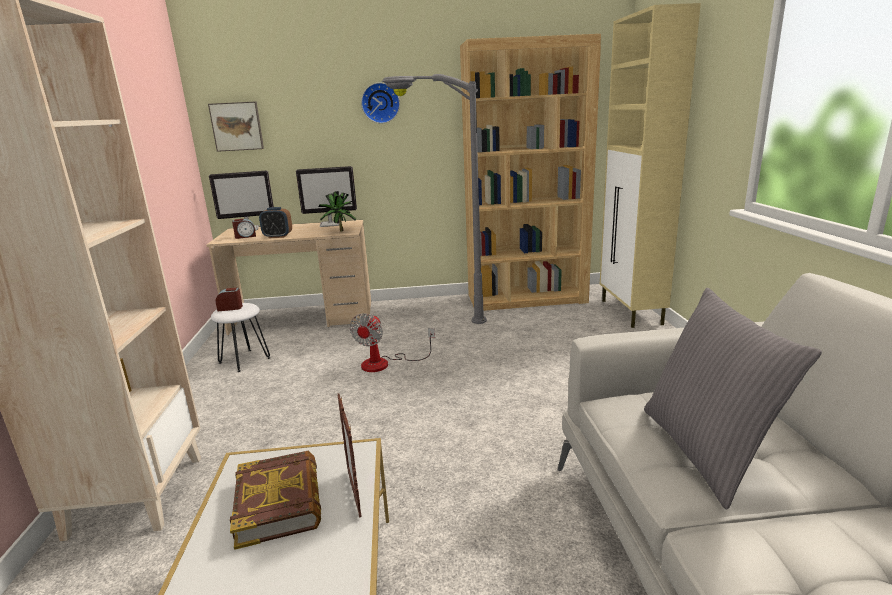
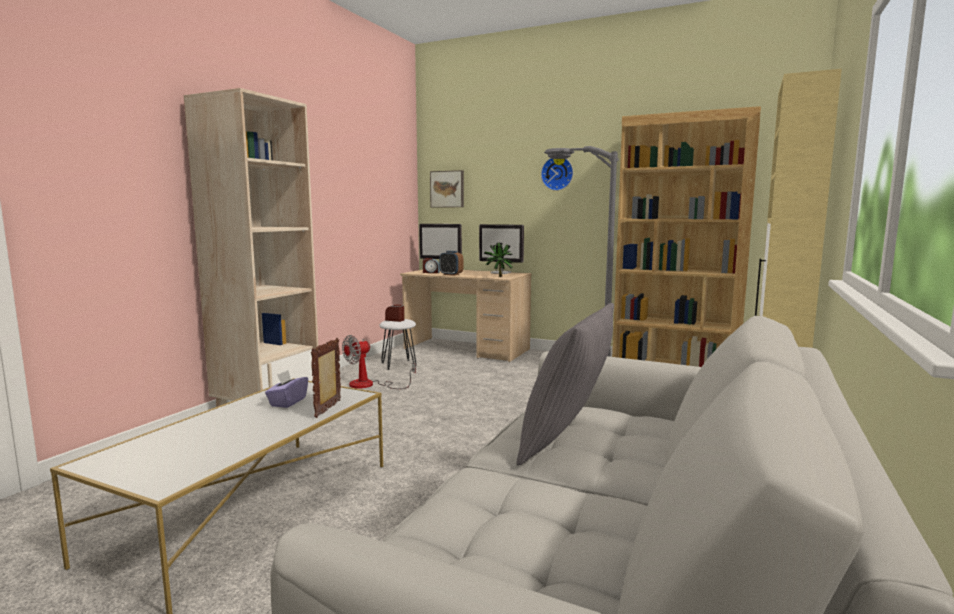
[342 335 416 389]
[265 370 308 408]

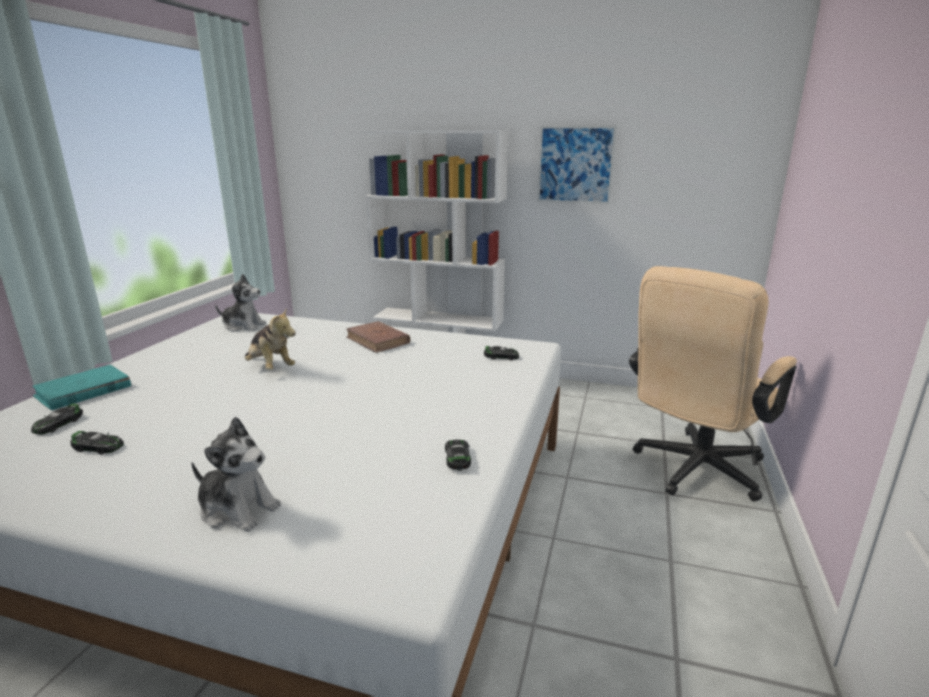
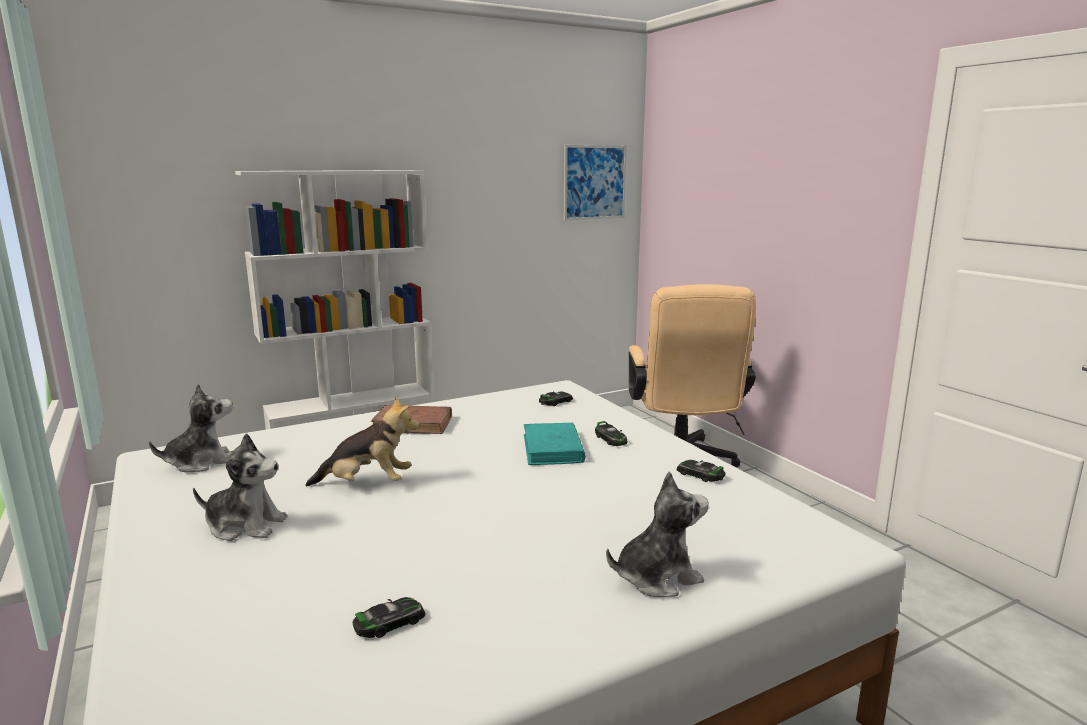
[564 145 627 220]
[524 423 586 465]
[595 421 627 446]
[193 433 287 541]

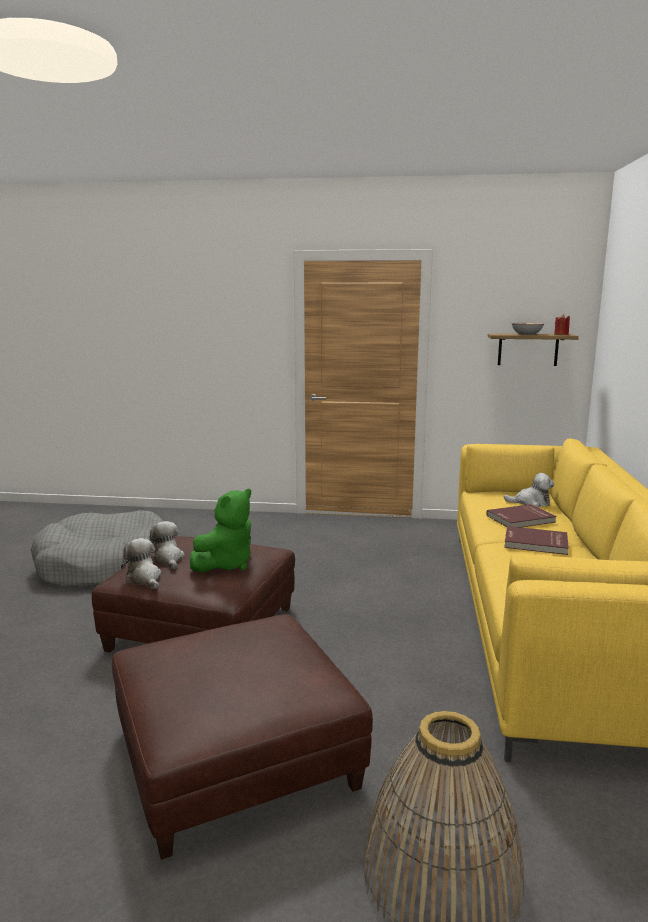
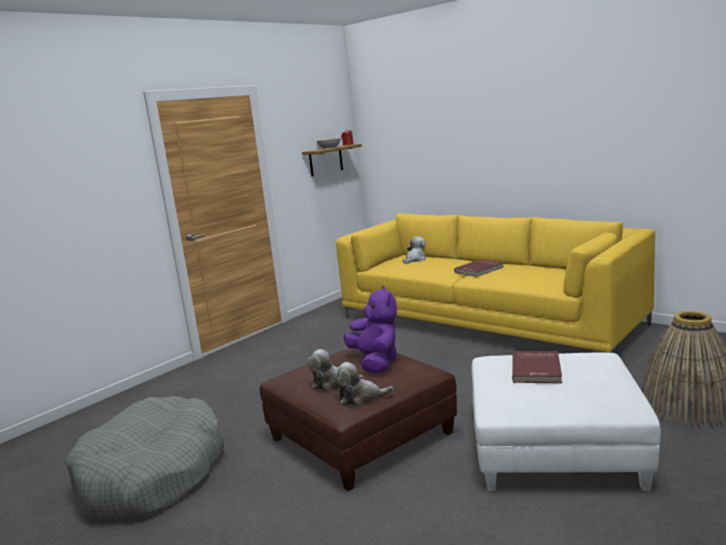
[344 286 397 373]
[512 351 562 383]
[471 352 661 491]

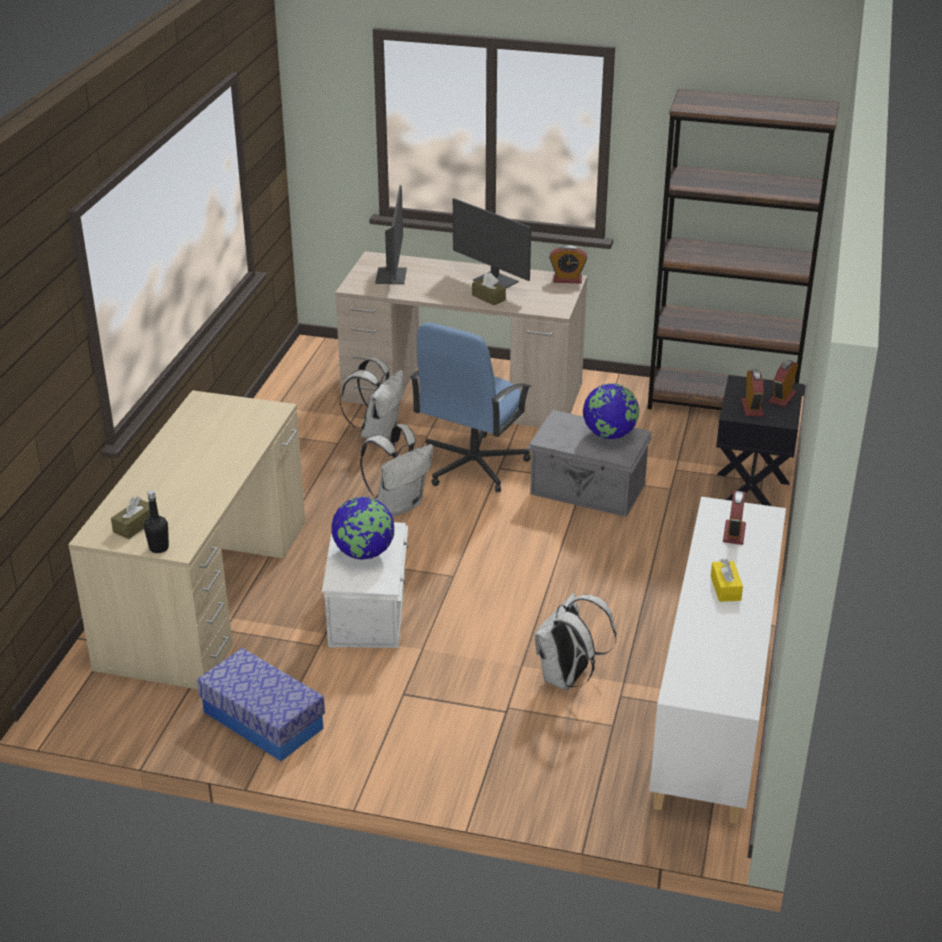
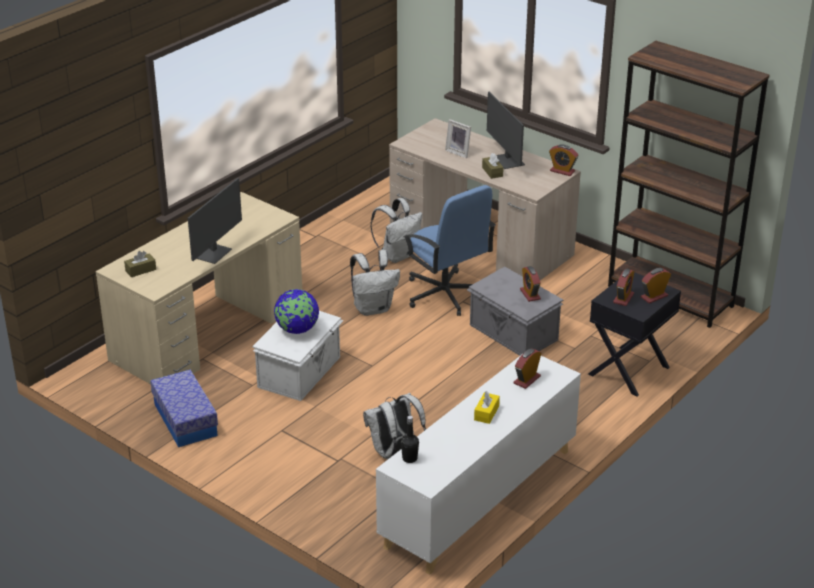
[188 178 242 264]
[403 185 496 316]
[520 266 541 302]
[401 416 419 463]
[445 119 471 158]

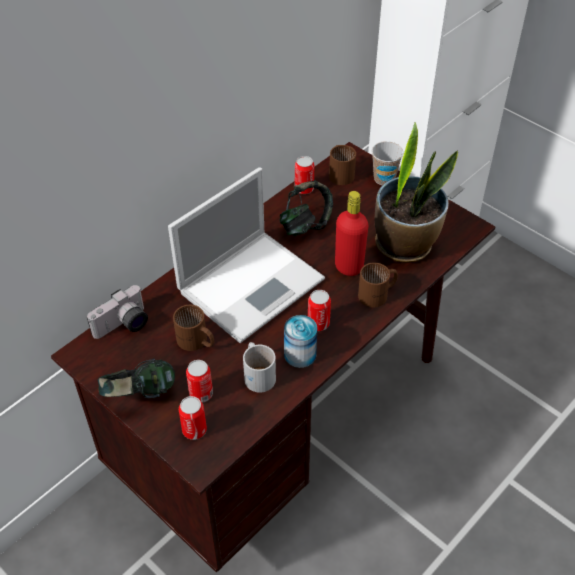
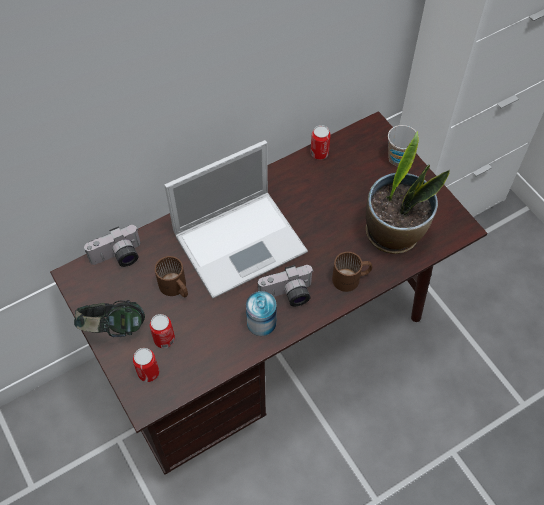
[329 145 356 185] (first image)
[280 180 333 236] (first image)
[335 191 368 276] (first image)
[258 265 314 306]
[243 342 276 393] (first image)

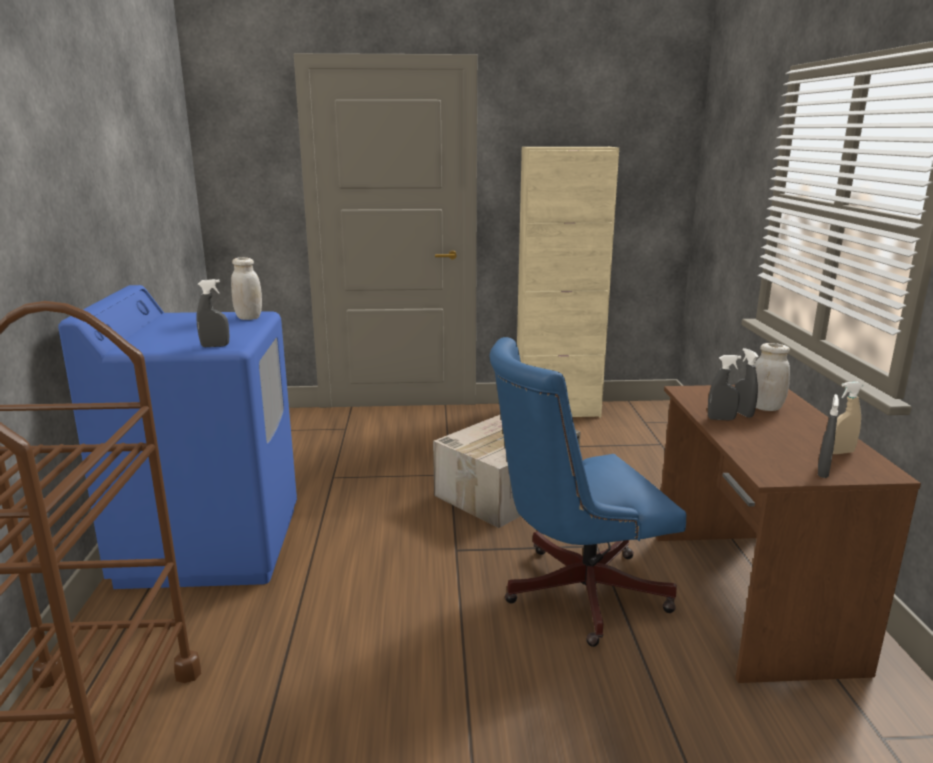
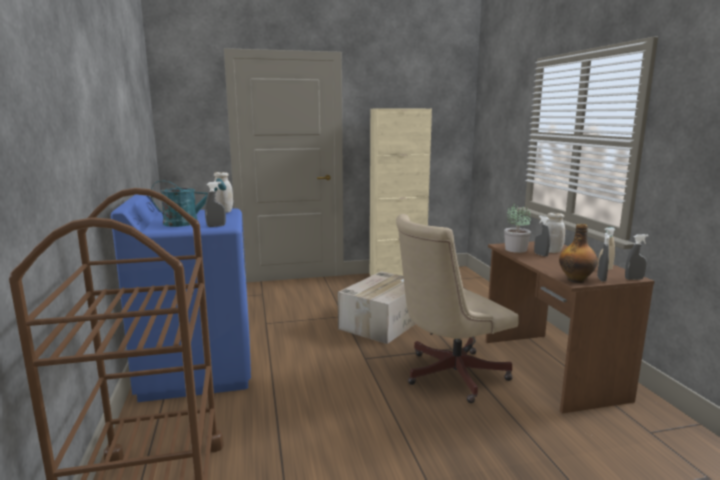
[396 214 519 403]
[625 234 649 280]
[151 178 226 227]
[504 203 531 253]
[559 224 598 283]

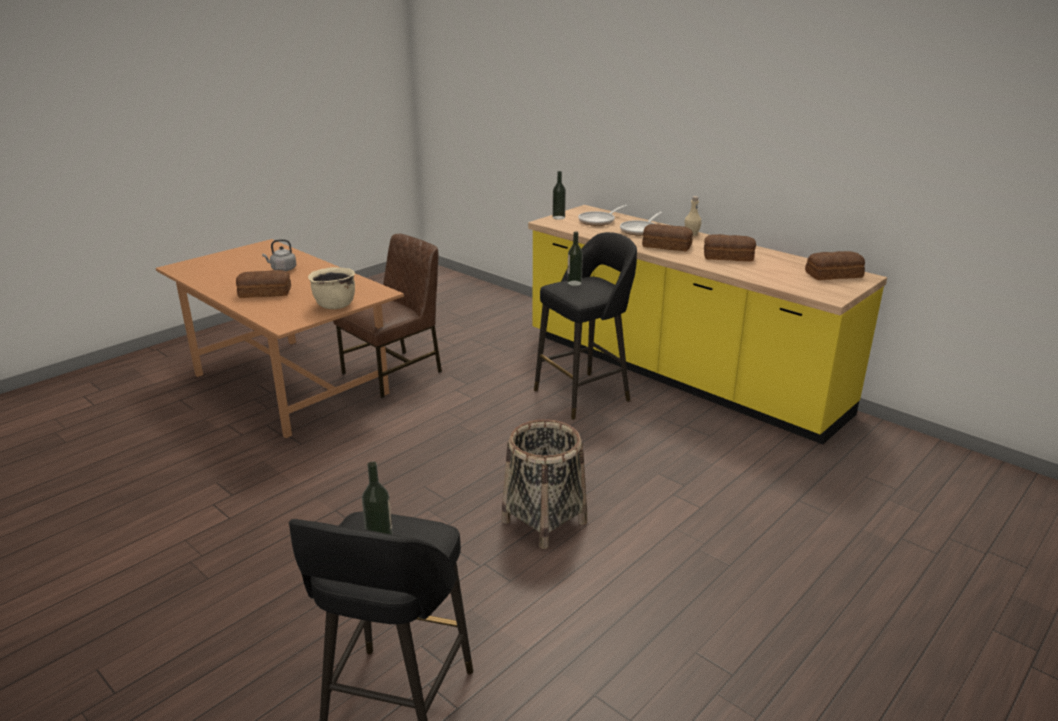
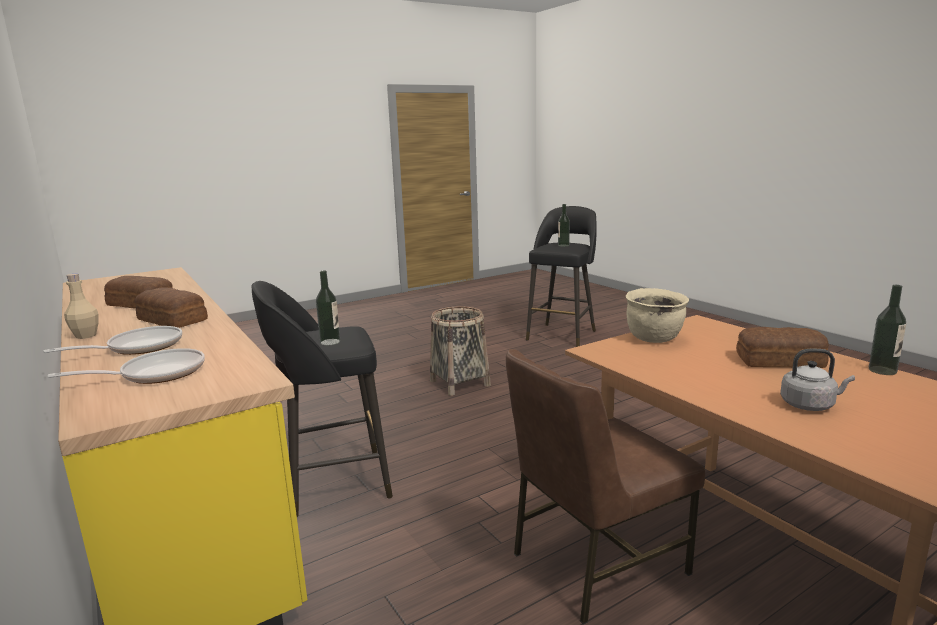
[869 285 906 375]
[805 251 865 280] (first image)

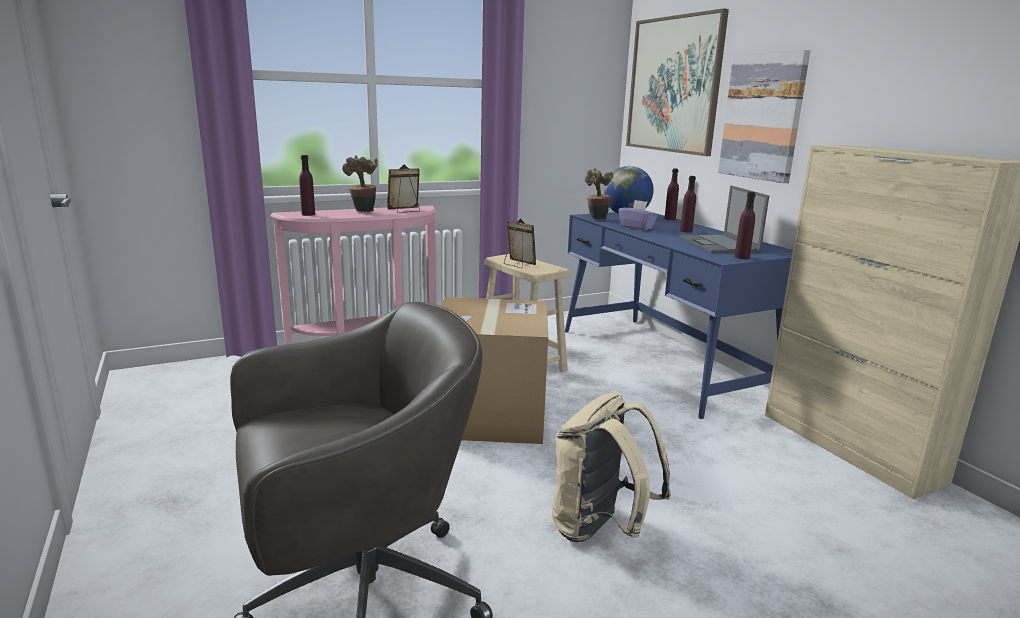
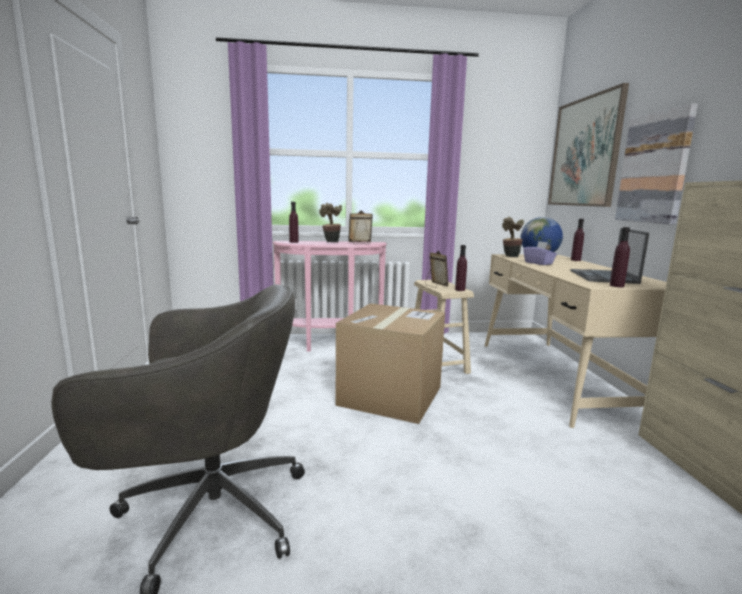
[455 245 467 291]
[485 254 667 428]
[552 393 671 542] (first image)

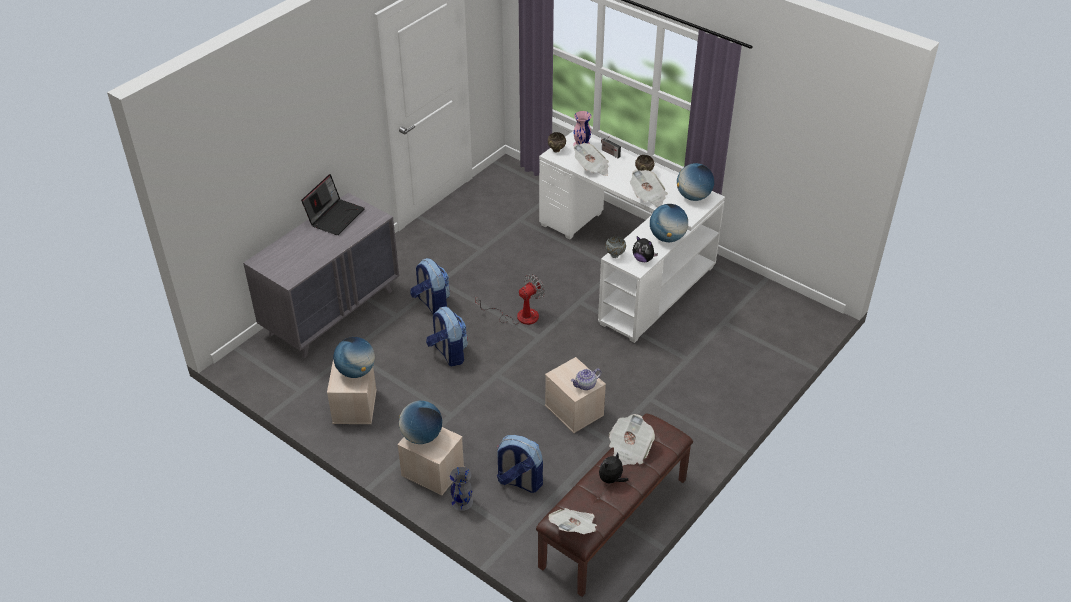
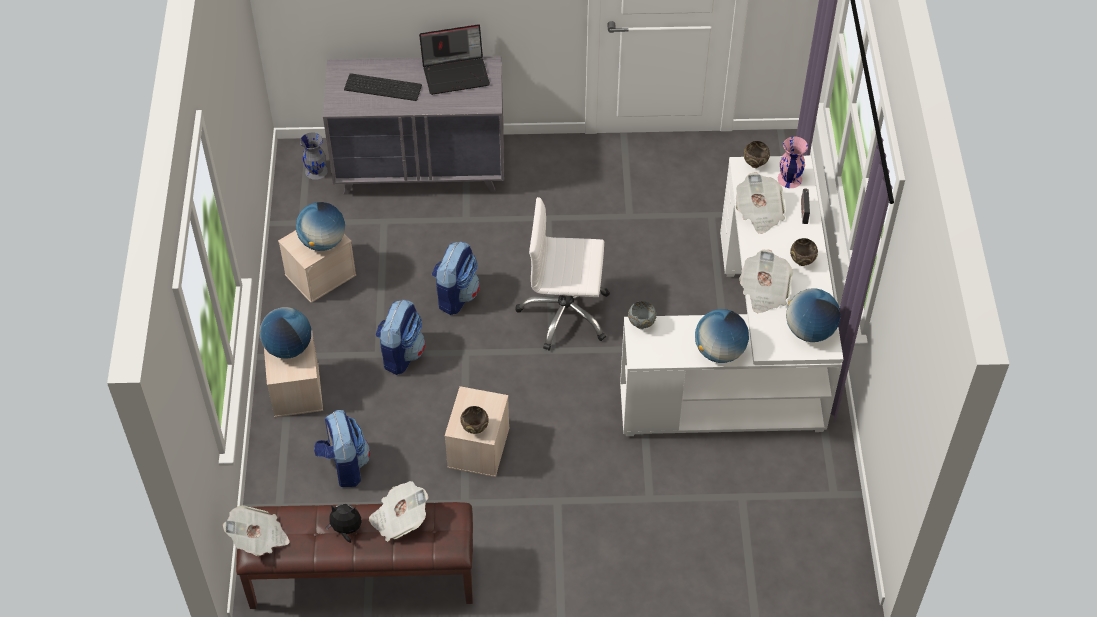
[633 236 658 262] (first image)
[375 299 425 375]
[515 197 610 351]
[460 406 489 434]
[300 132 328 180]
[344 73 422 101]

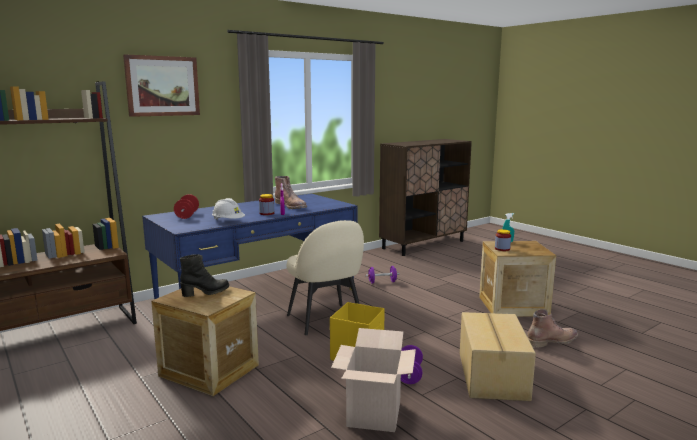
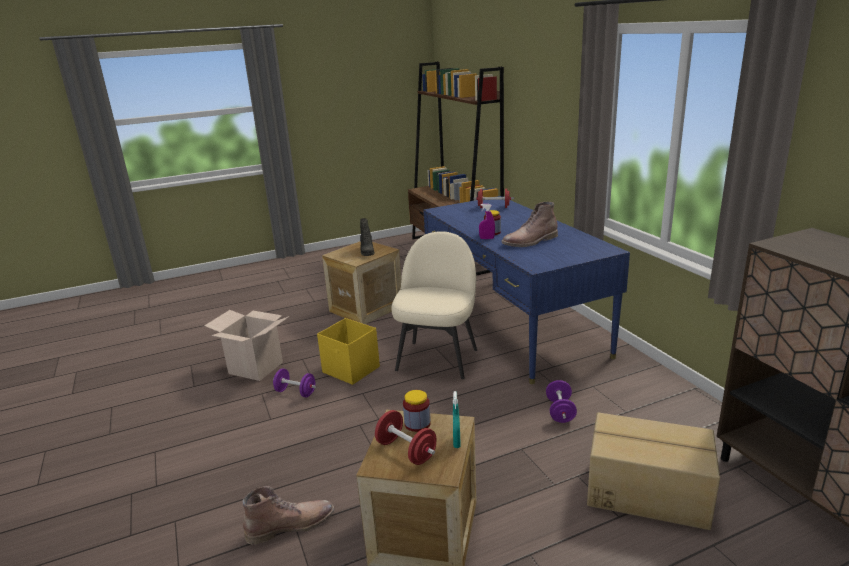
[123 54 200 117] (first image)
[212 198 245 220] (first image)
[391 231 477 379]
[242 486 335 545]
[587 412 720 530]
[375 410 436 465]

